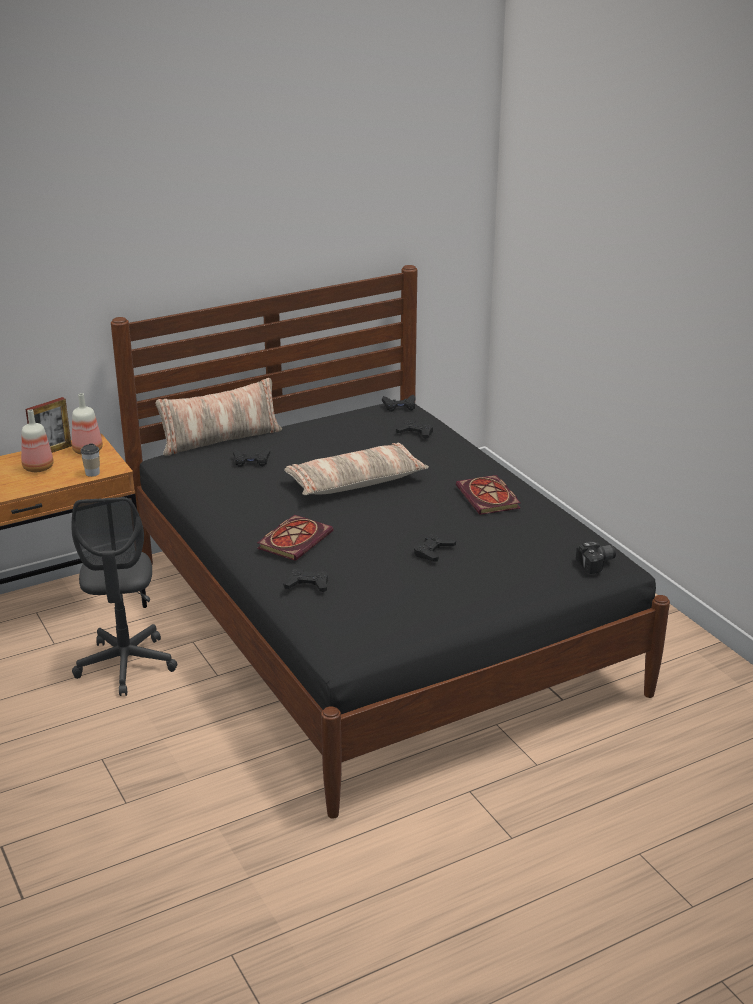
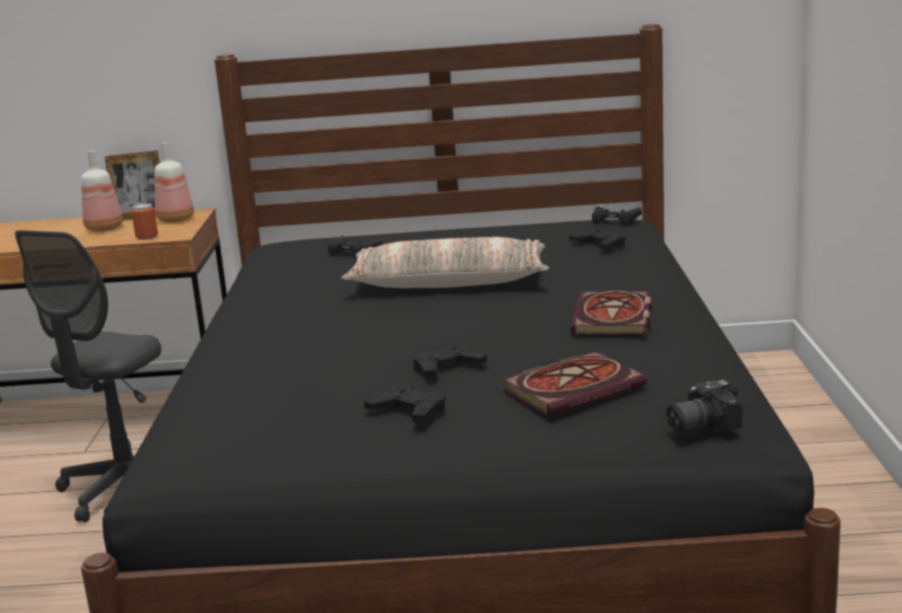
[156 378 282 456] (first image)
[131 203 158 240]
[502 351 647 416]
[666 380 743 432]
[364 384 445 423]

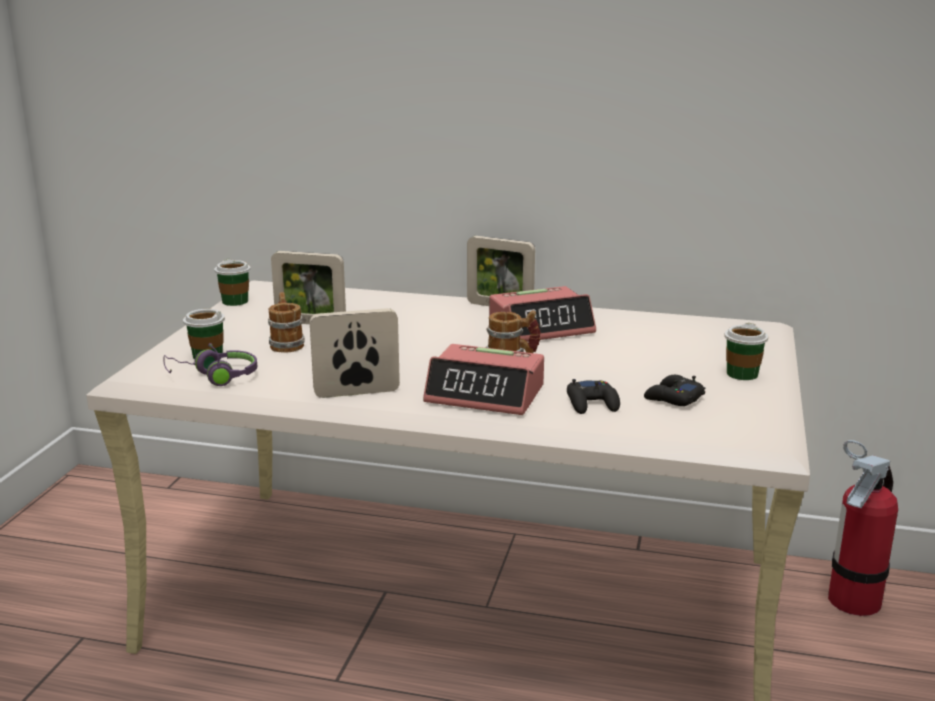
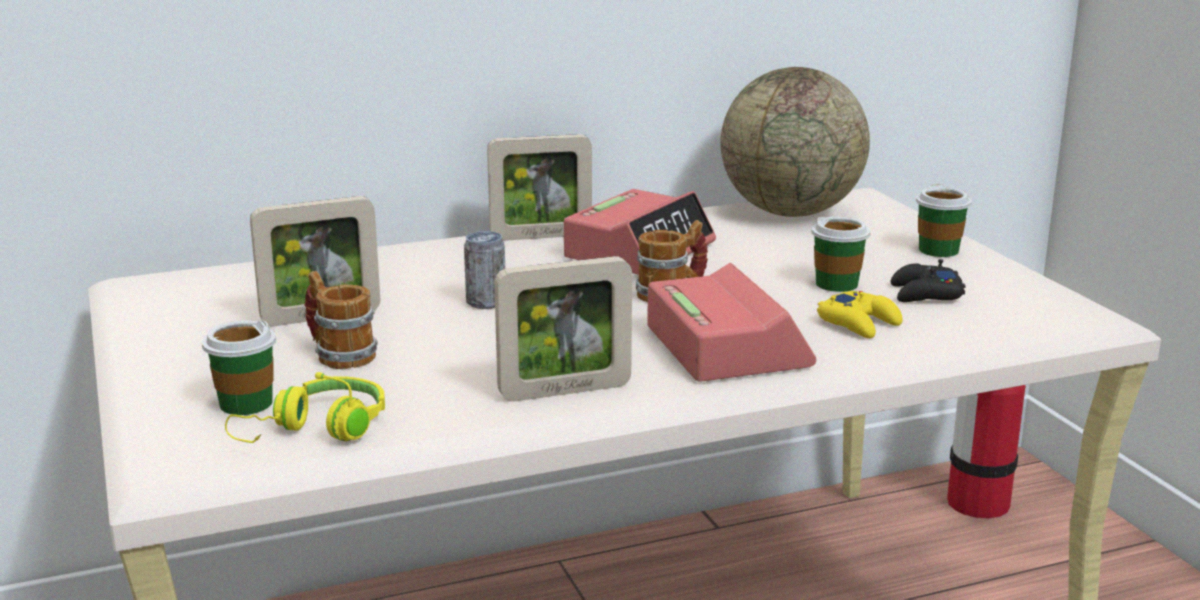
[811 216 871 292]
[494 256 632 402]
[225 372 385 443]
[647 263 816 382]
[817 291 903 338]
[720 67 870 217]
[464 231 505 309]

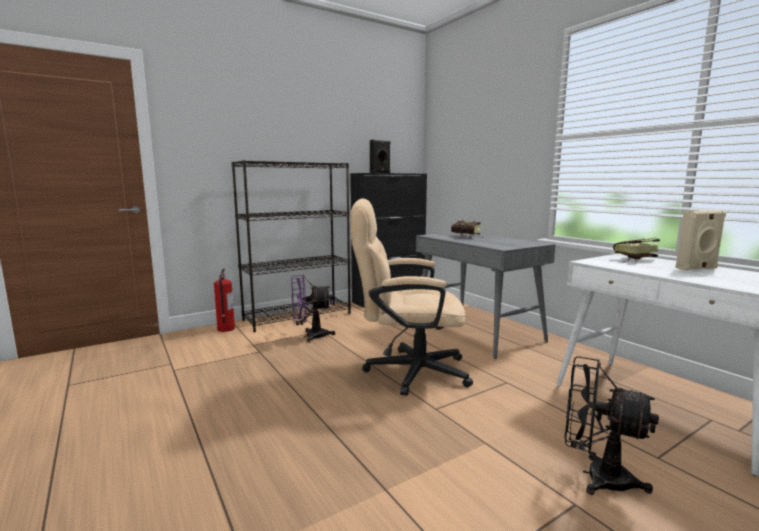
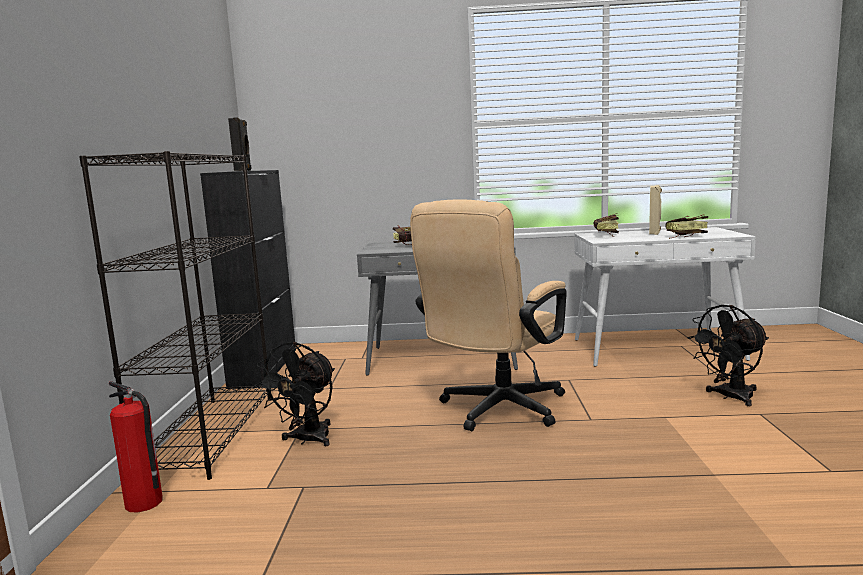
[254 342 335 446]
[665 215 708 239]

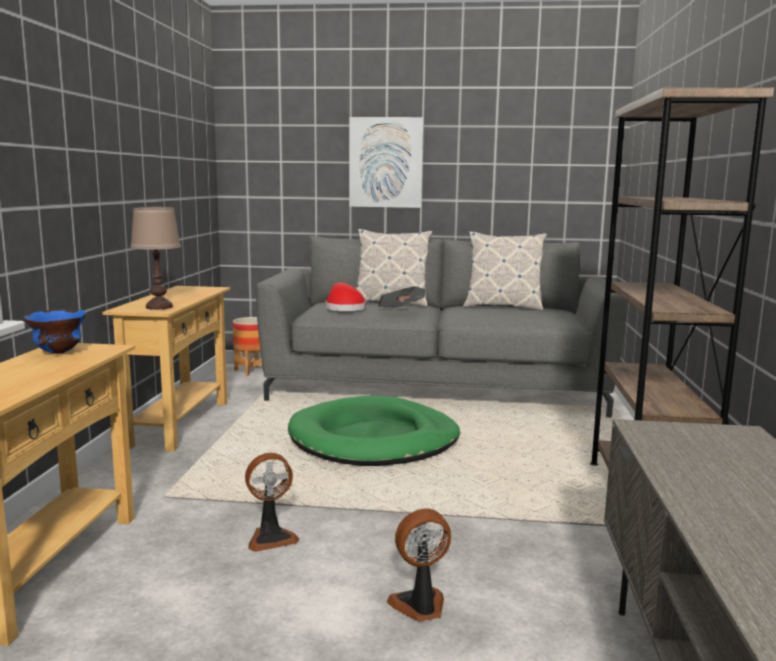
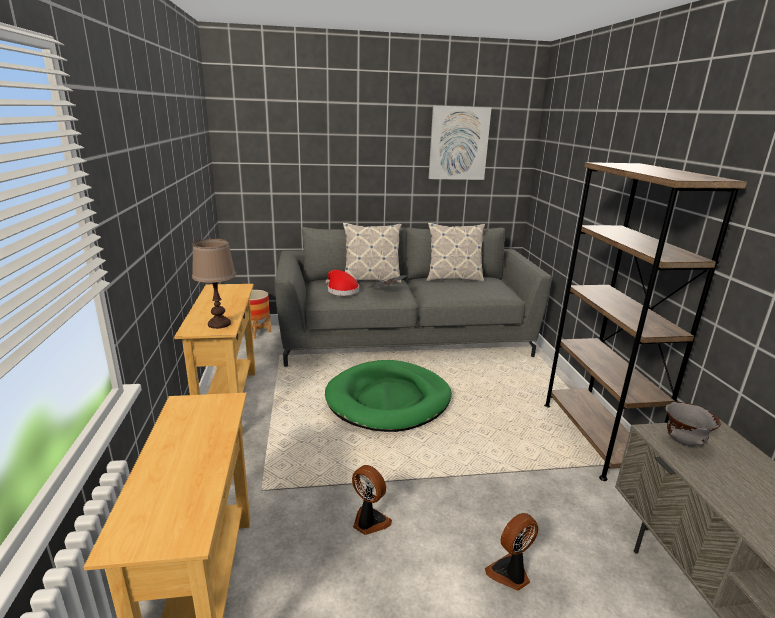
[428 106 491 180]
[23 309 87 354] (first image)
[352 465 392 535]
[665 402 721 446]

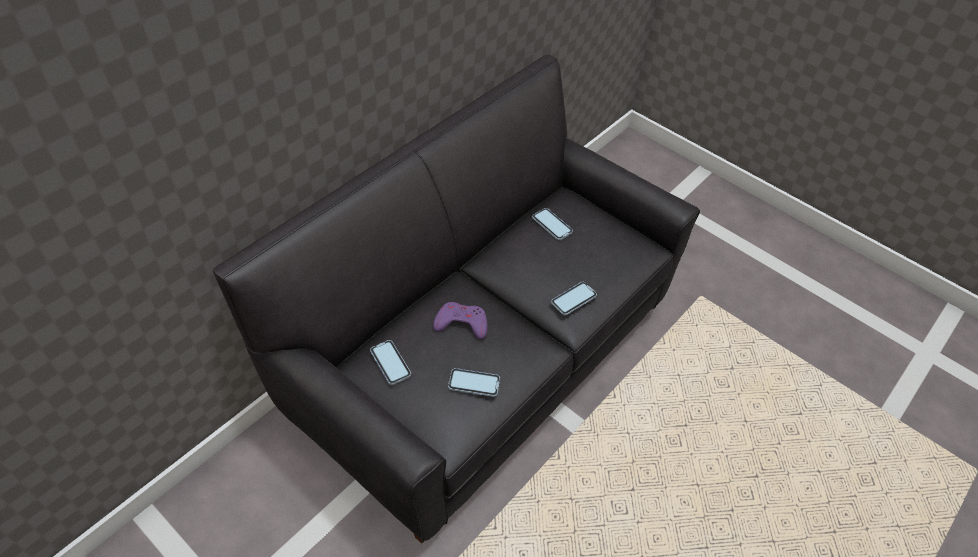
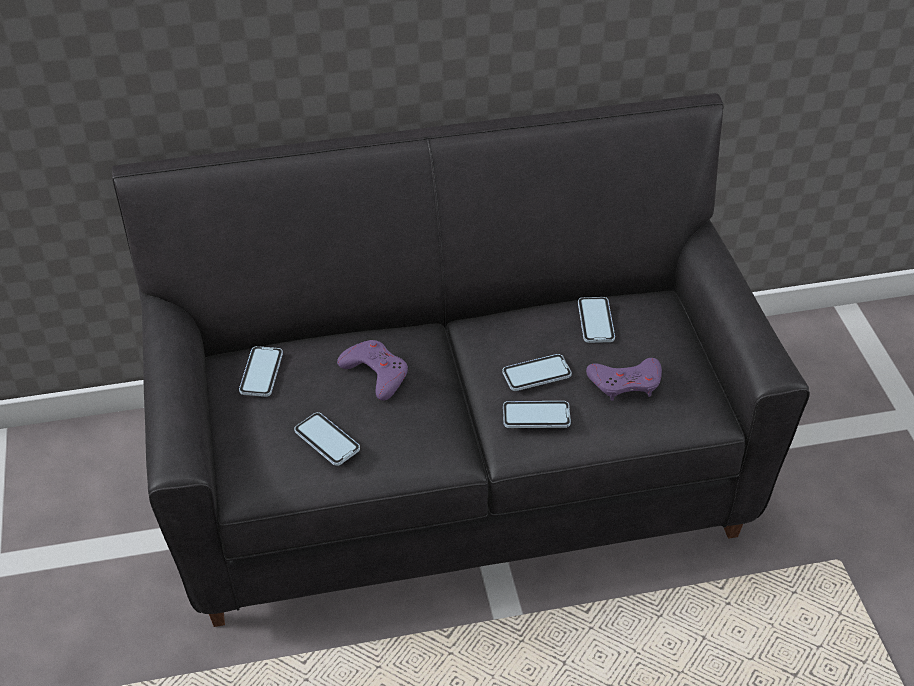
[502 354 572 391]
[586 358 662 401]

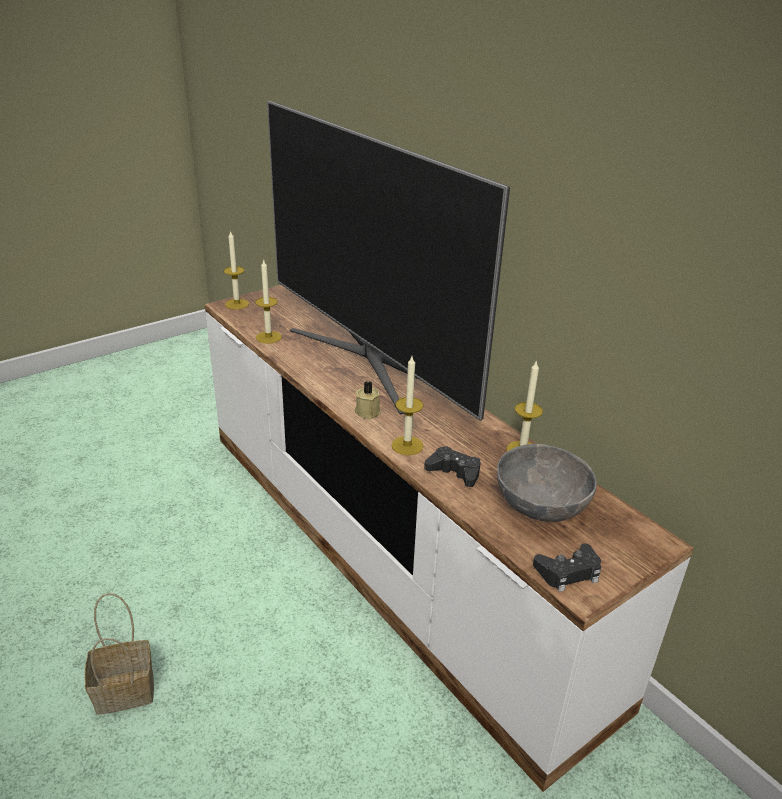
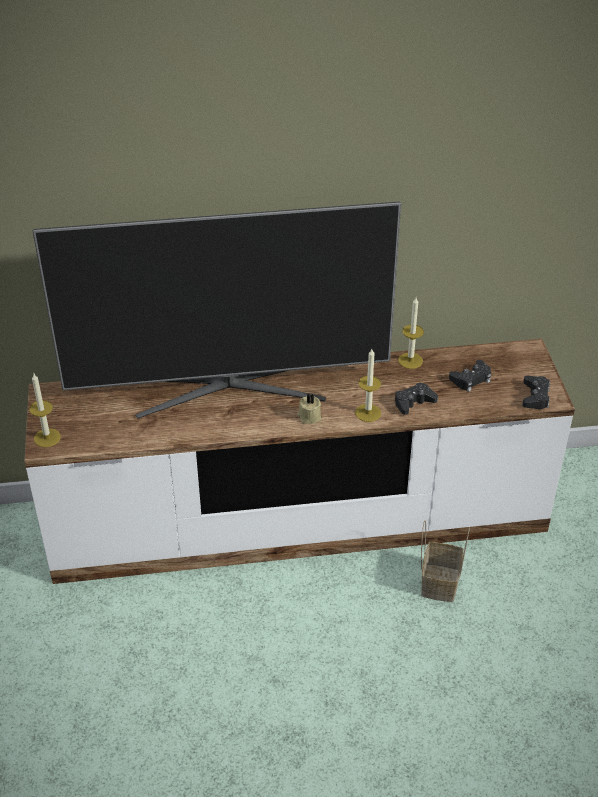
[255 259 282 344] (first image)
[449 360 491 392]
[421 520 470 602]

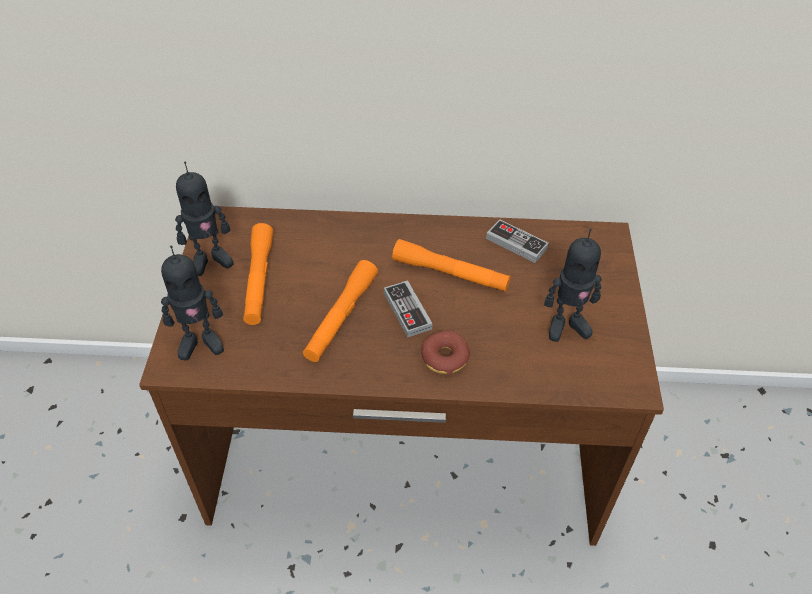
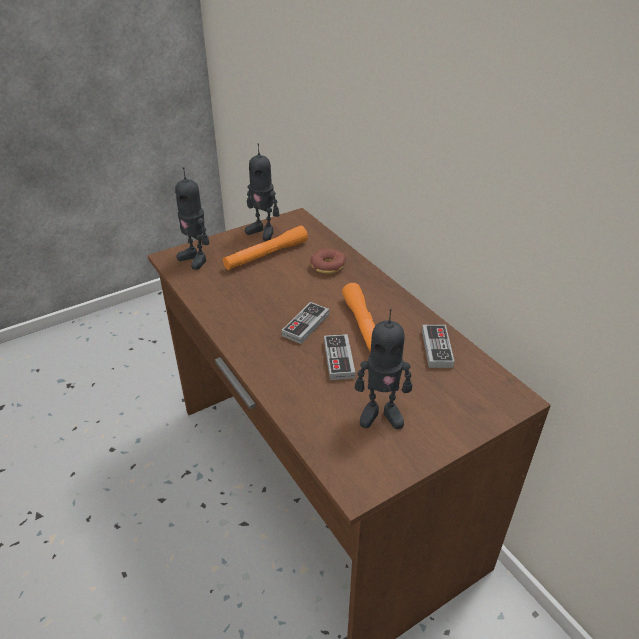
[355 309 412 429]
[303 260 378 362] (first image)
[311 249 346 274]
[324 334 355 380]

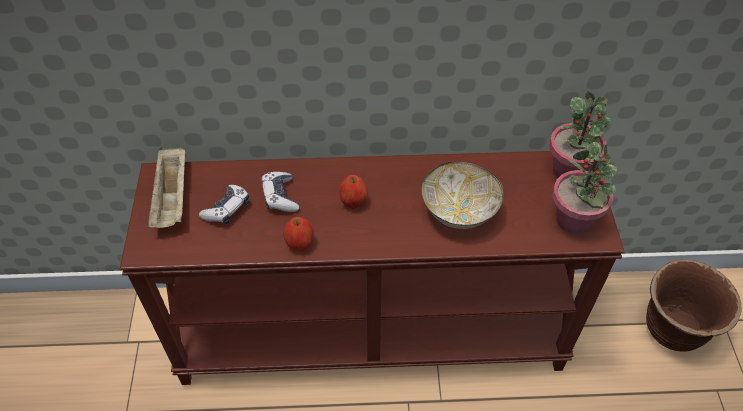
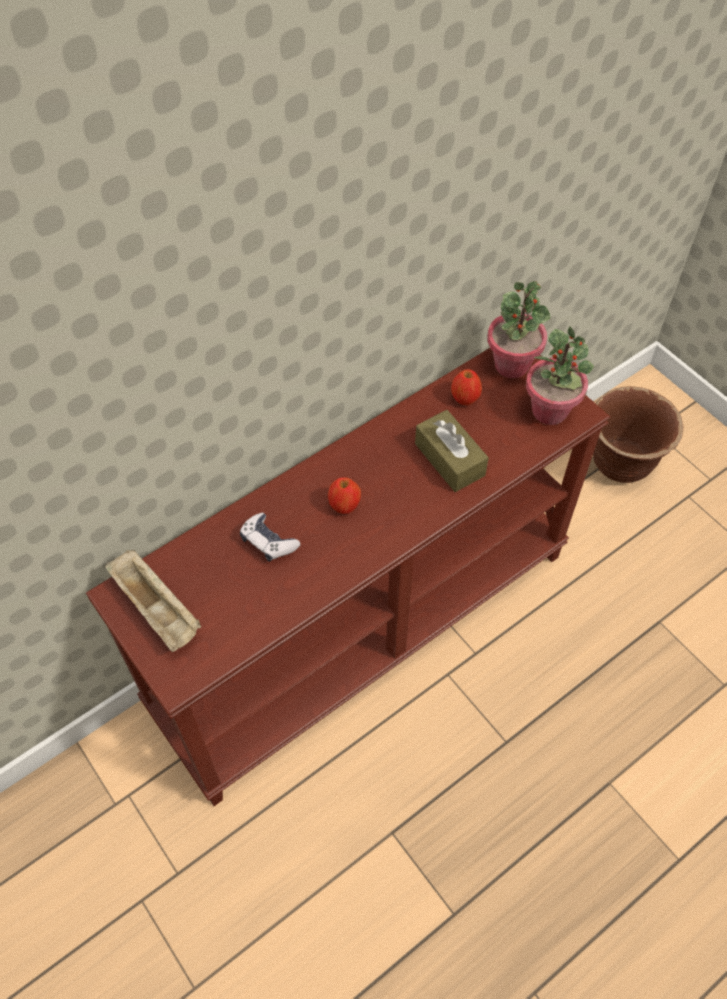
[415 410 489 492]
[199 185 249 224] (first image)
[451 369 482 405]

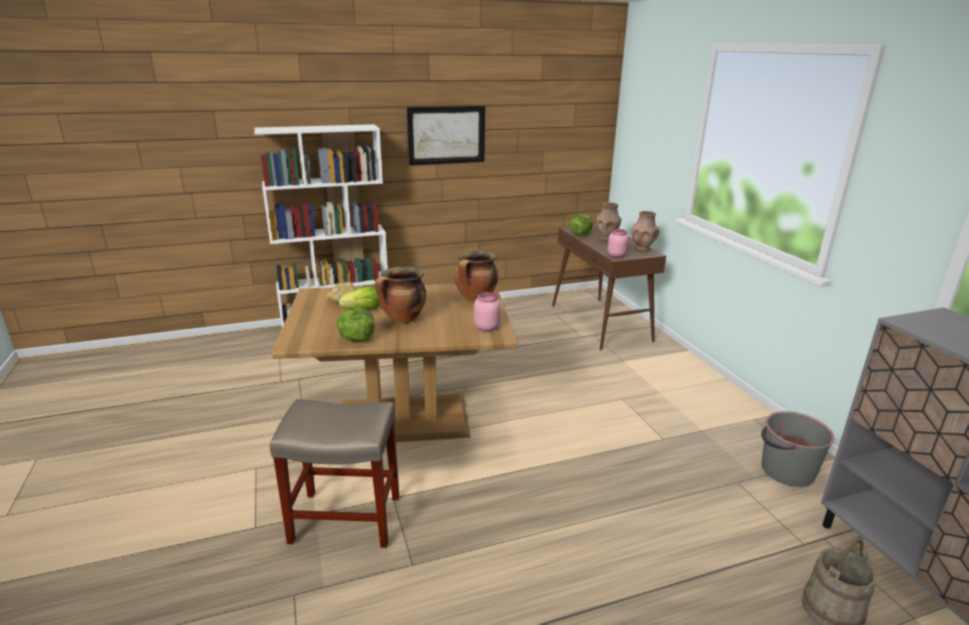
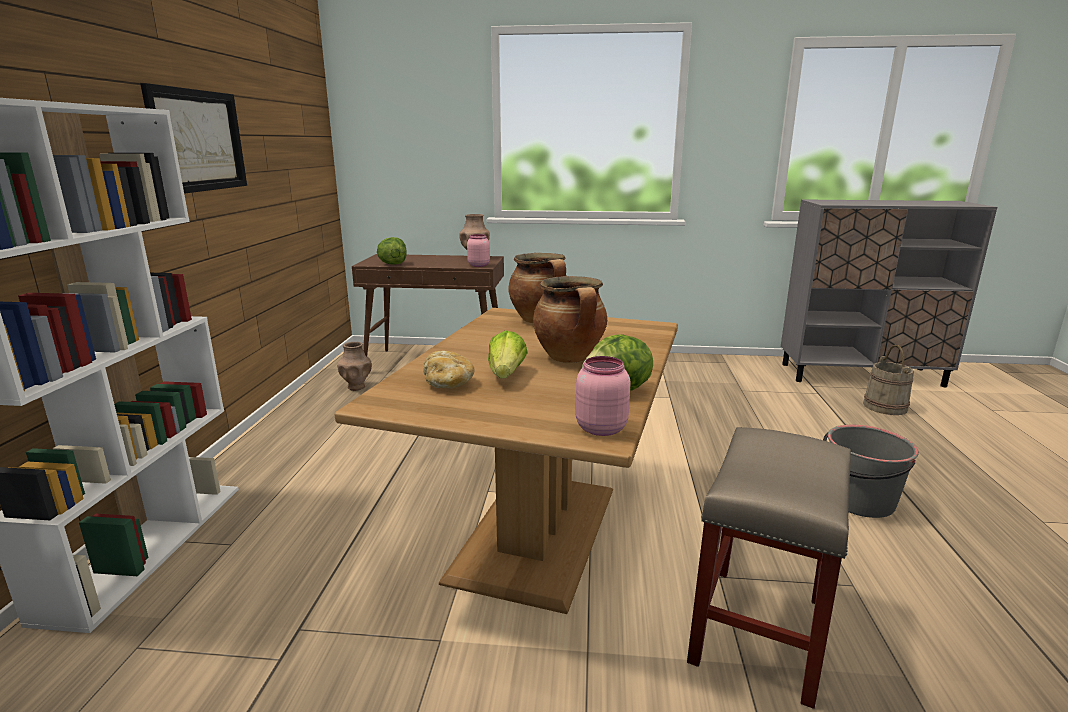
[337 342 372 391]
[575 356 631 436]
[823 425 919 518]

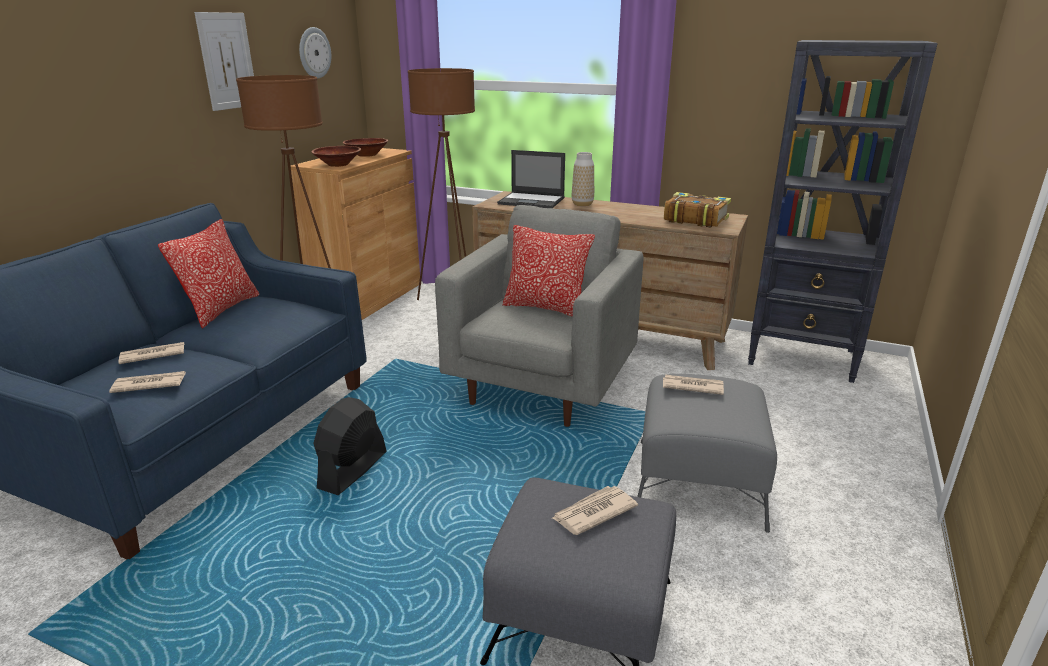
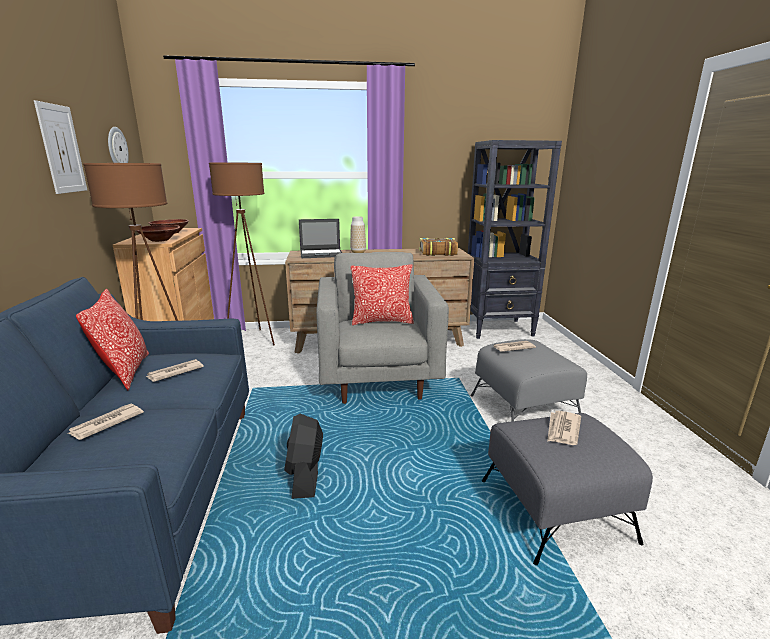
[146 359 204 382]

